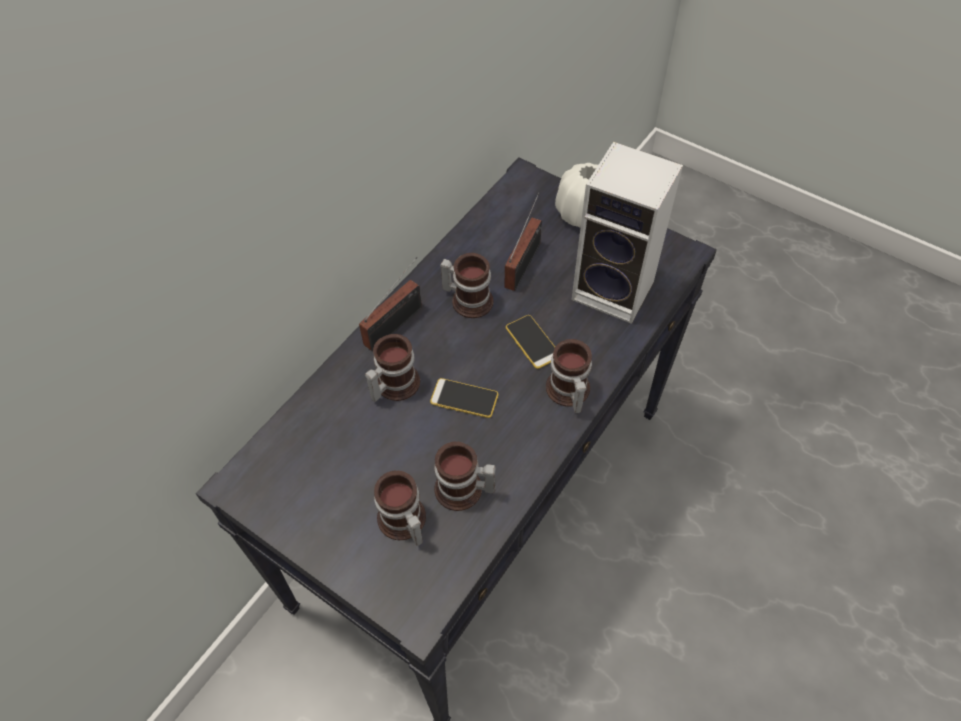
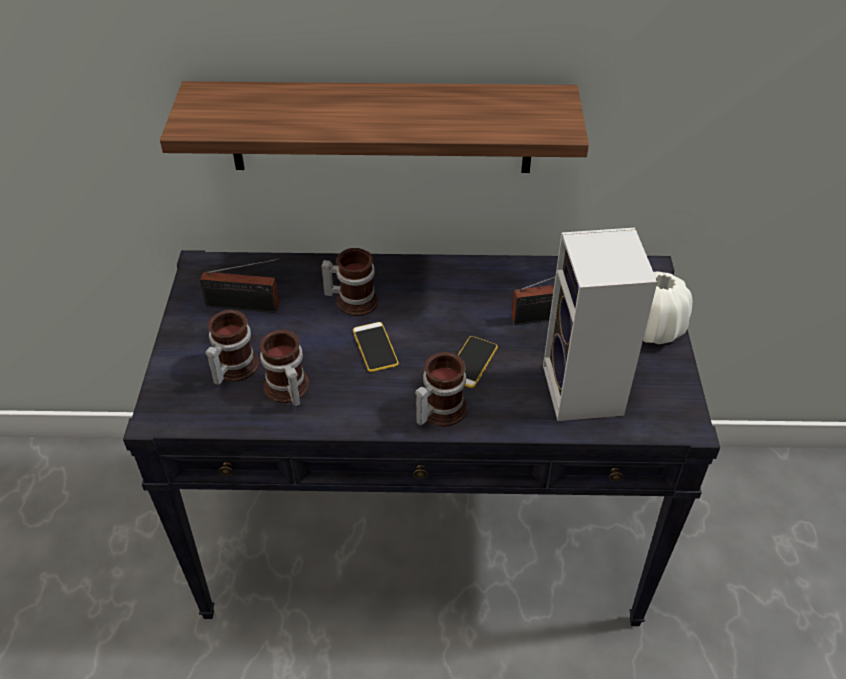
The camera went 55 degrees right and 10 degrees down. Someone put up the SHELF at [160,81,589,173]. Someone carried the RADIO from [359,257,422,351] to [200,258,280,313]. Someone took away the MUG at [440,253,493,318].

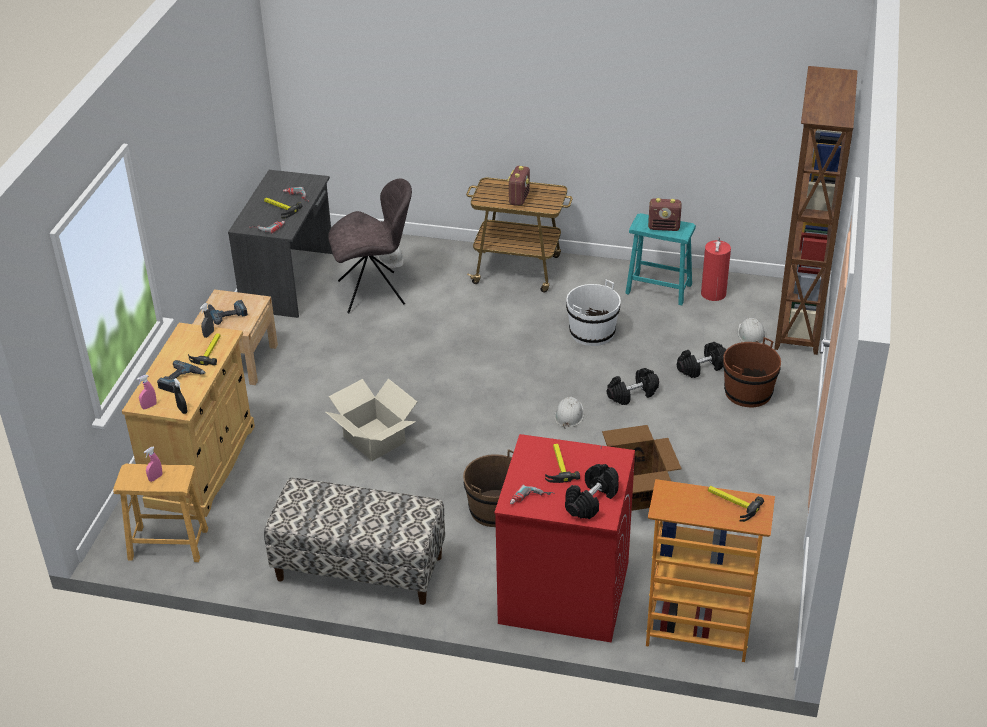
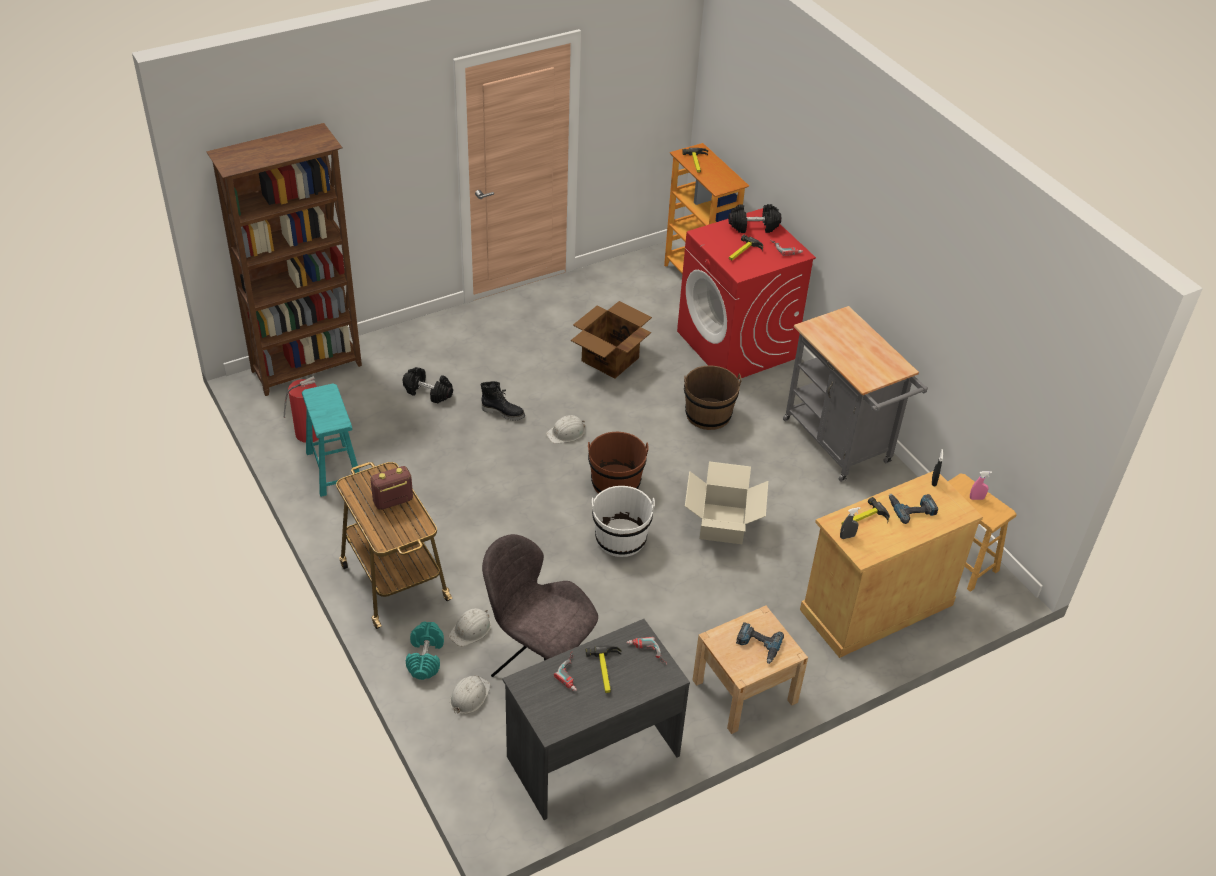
The camera went 135 degrees left and 5 degrees up. Someone put down the TURQUOISE DUMBBELL at [406,621,444,680]. Someone carried the WHITE HARD HAT from [738,317,766,343] to [449,608,491,647]. Someone swapped the BLACK DUMBBELL at [607,368,659,405] for the BLACK BOOT at [481,381,525,421]. Someone carried the BROWN BUCKET from [723,337,781,407] to [588,432,649,494]. Someone carried the WHITE BUCKET from [566,280,621,346] to [592,486,655,557]. Someone swapped the BENCH at [264,478,445,605] for the GREY CART at [783,306,928,482]. Someone took away the PINK SPRAY BOTTLE at [137,375,157,409]. Someone took away the RADIO at [648,198,682,231].

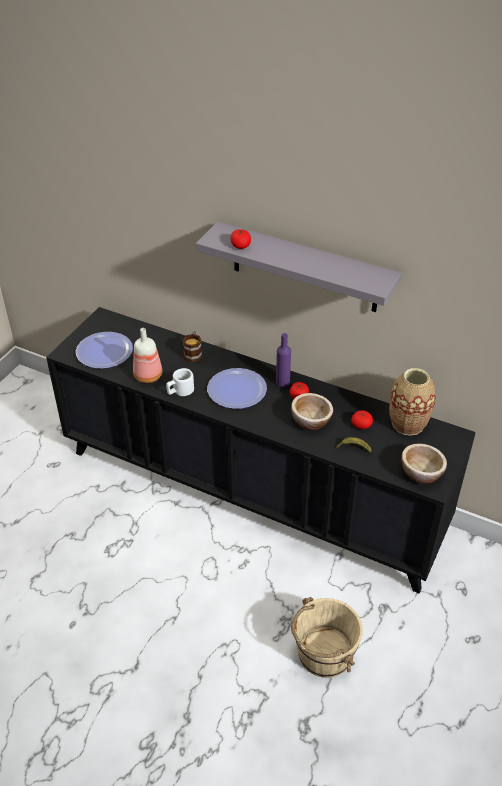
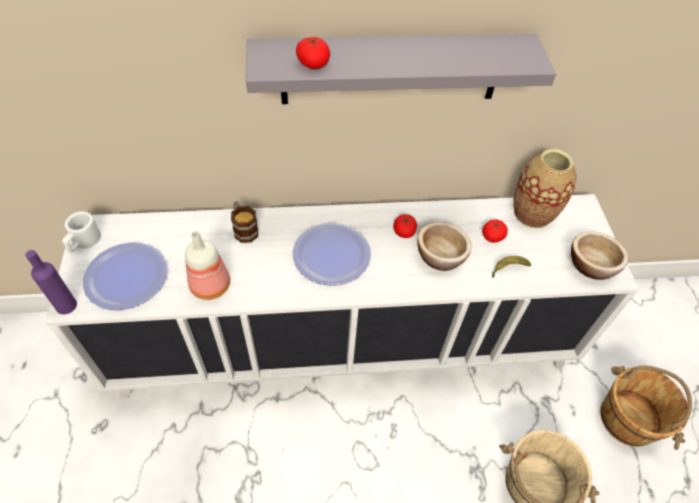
The camera went 35 degrees left and 10 degrees up. Someone carried the PURPLE BOTTLE from [276,333,291,387] to [25,250,77,314]. Someone repainted the BLACK CABINET at [46,307,476,593], which became the WHITE CABINET at [45,194,639,398]. Someone carried the WHITE MUG from [166,368,194,396] to [62,211,101,252]. Someone put down the BROWN BUCKET at [600,365,692,450].

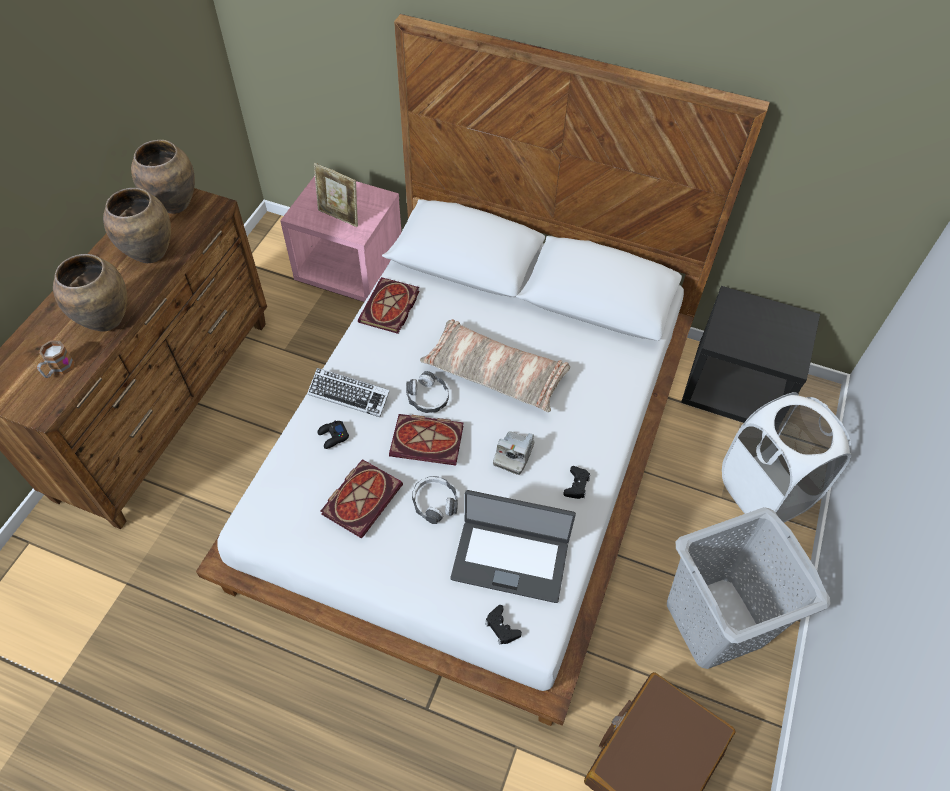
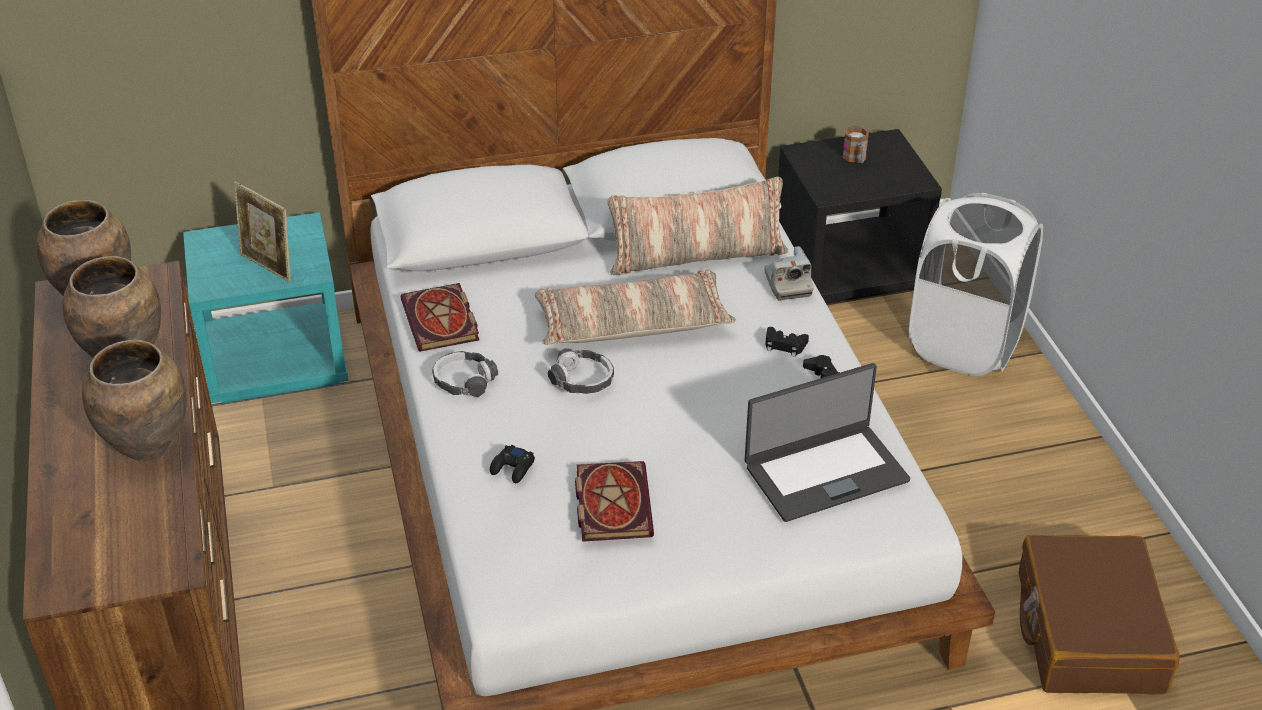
The camera went 35 degrees left and 15 degrees down. Someone repainted the PINK NIGHTSTAND at [280,176,402,302], which became the TURQUOISE NIGHTSTAND at [183,212,348,403]. Someone rotated the PICTURE FRAME at [314,163,358,227] by 45 degrees clockwise. Someone carried the HEADPHONES from [412,476,458,524] to [432,351,498,397]. Someone put down the PILLOW at [608,176,788,275]. Someone carried the PHOTO CAMERA from [493,431,535,475] to [764,246,814,301]. Someone carried the BLACK GAME CONTROLLER from [485,605,522,645] to [765,327,809,357]. Someone carried the MUG from [37,340,75,378] to [842,126,869,163]. Someone took away the KEYBOARD at [307,368,390,417]. Someone took away the BOOK at [389,414,463,466]. Someone took away the GREY LAUNDRY BASKET at [667,507,831,669].

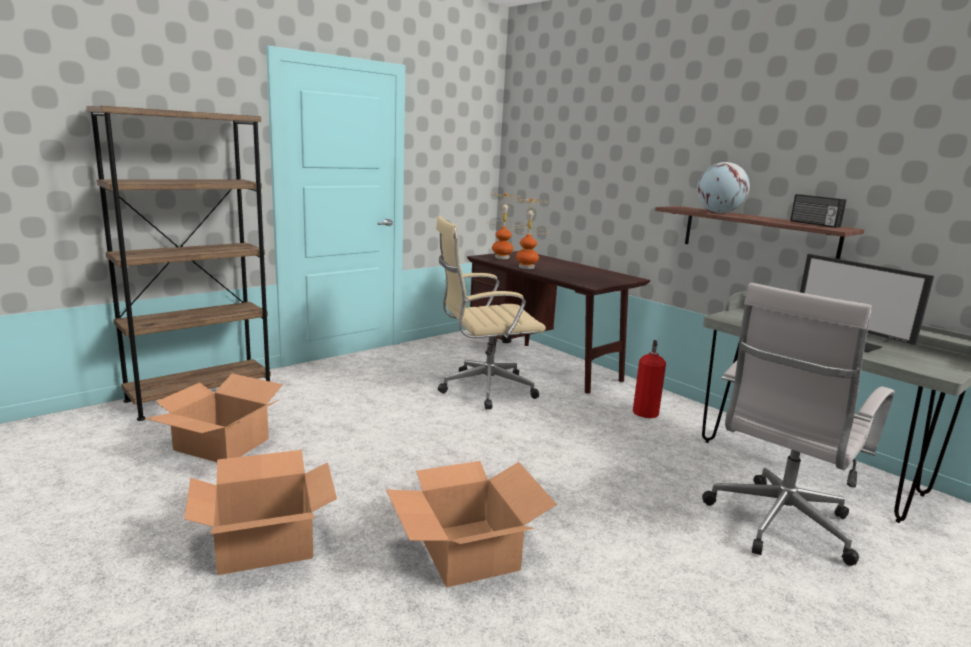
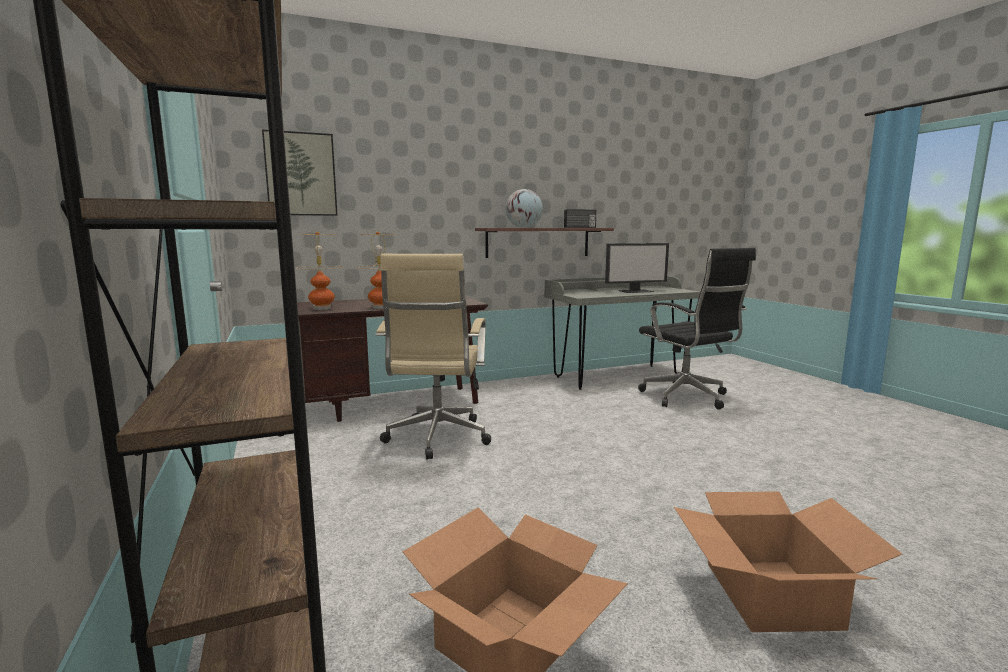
The camera went 70 degrees left and 5 degrees down. Someone put up the PICTURE at [262,129,338,216]. Someone repainted the WHITE OFFICE CHAIR at [702,283,895,566], which became the BLACK OFFICE CHAIR at [638,248,756,410]. Someone took away the CARDBOARD BOX at [386,461,557,588]. Someone took away the FIRE EXTINGUISHER at [633,340,666,418].

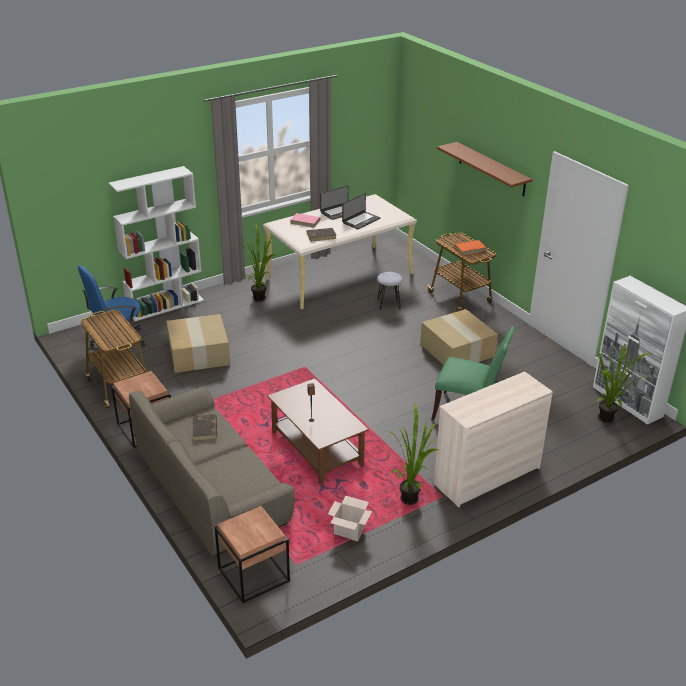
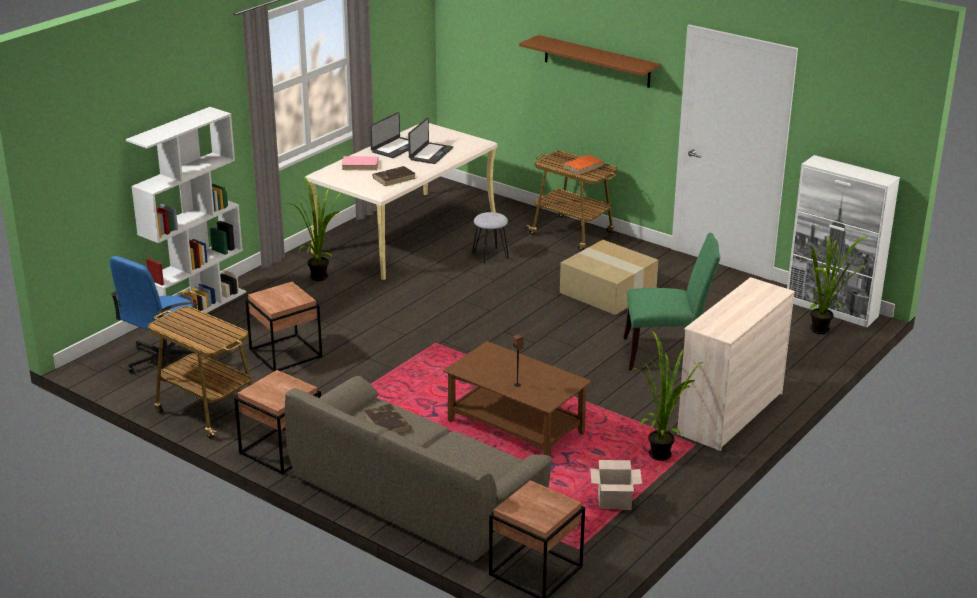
The camera went 20 degrees left and 5 degrees down. Someone swapped the CARDBOARD BOX at [166,314,230,373] for the BROWN SIDE TABLE at [245,282,322,372].

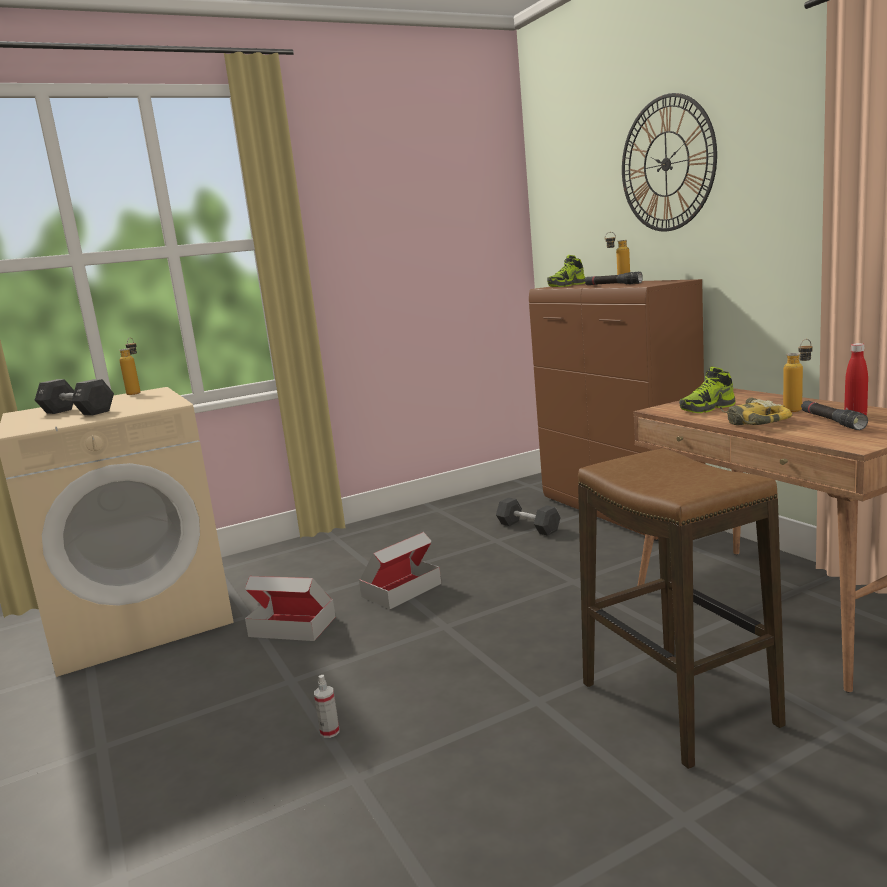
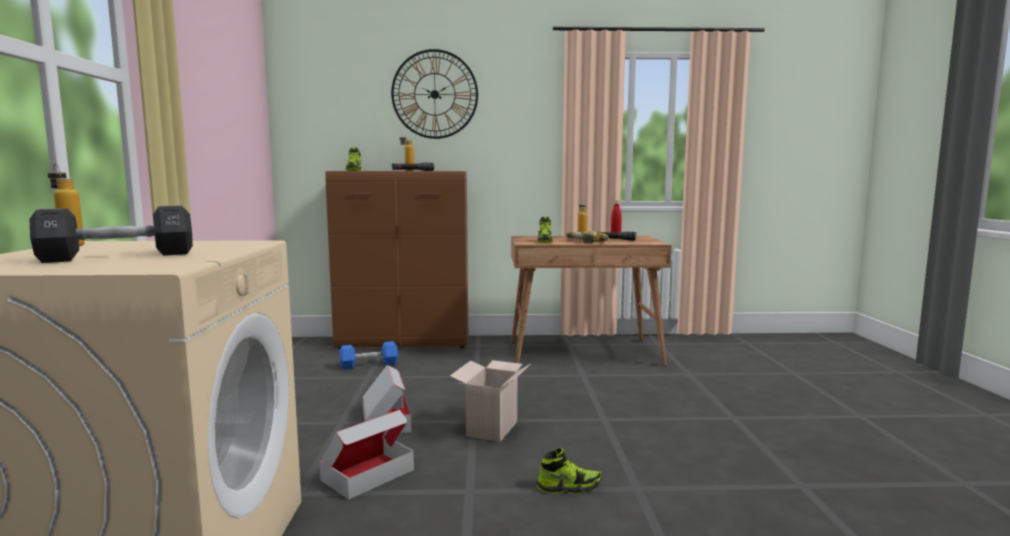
The camera went 65 degrees left and 5 degrees down. Someone repainted the BLACK DUMBBELL at [496,497,561,536], which became the BLUE DUMBBELL at [340,341,398,370]. Someone put down the CARDBOARD BOX at [450,360,530,442]. Someone swapped the SPRAY BOTTLE at [314,675,339,738] for the SHOE at [537,447,602,494]. Someone took away the STOOL at [578,448,786,769].

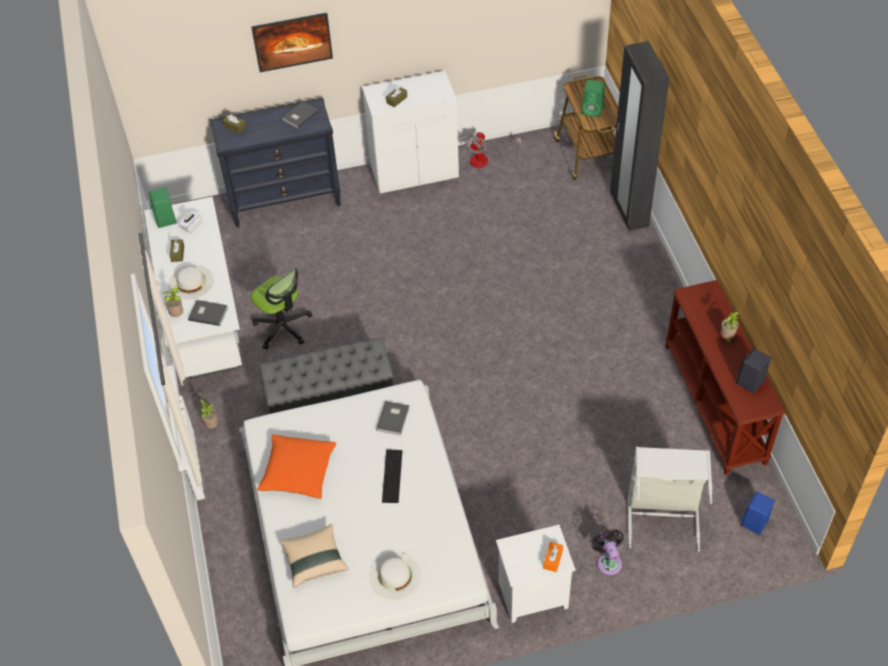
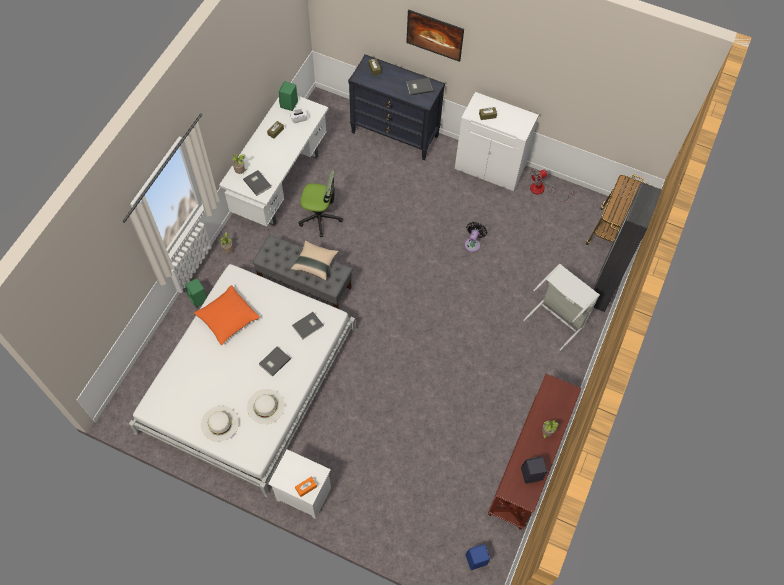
The camera went 35 degrees right and 10 degrees up. Someone carried the GREEN SPEAKER from [581,80,605,117] to [185,278,207,308]. Someone carried the WHITE HAT from [168,265,214,300] to [247,389,285,424]. Someone swapped the KEYBOARD at [382,449,402,503] for the GREY BOOK at [259,346,291,377]. Someone carried the BEIGE PILLOW from [280,524,348,588] to [291,240,339,281]. Someone rotated the OFFICE CHAIR at [251,268,312,350] by 75 degrees counterclockwise. Someone carried the BLACK FAN from [592,529,624,575] to [465,222,487,252]. Someone carried the GREY LAUNDRY BASKET from [628,447,712,551] to [523,264,600,351].

